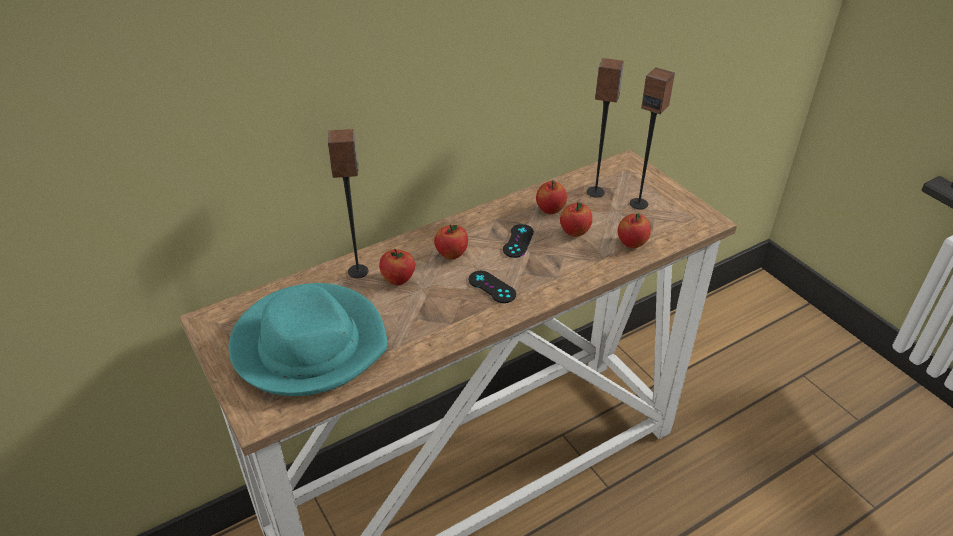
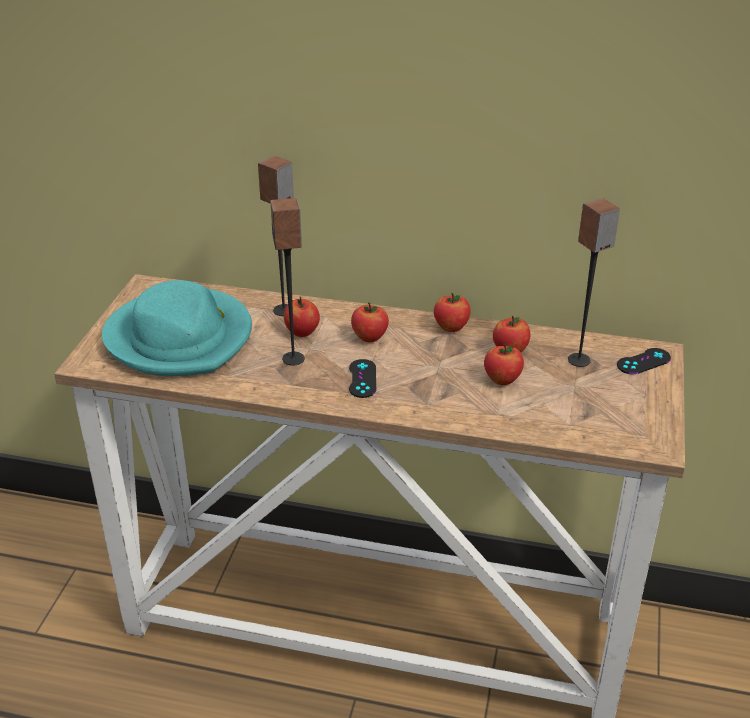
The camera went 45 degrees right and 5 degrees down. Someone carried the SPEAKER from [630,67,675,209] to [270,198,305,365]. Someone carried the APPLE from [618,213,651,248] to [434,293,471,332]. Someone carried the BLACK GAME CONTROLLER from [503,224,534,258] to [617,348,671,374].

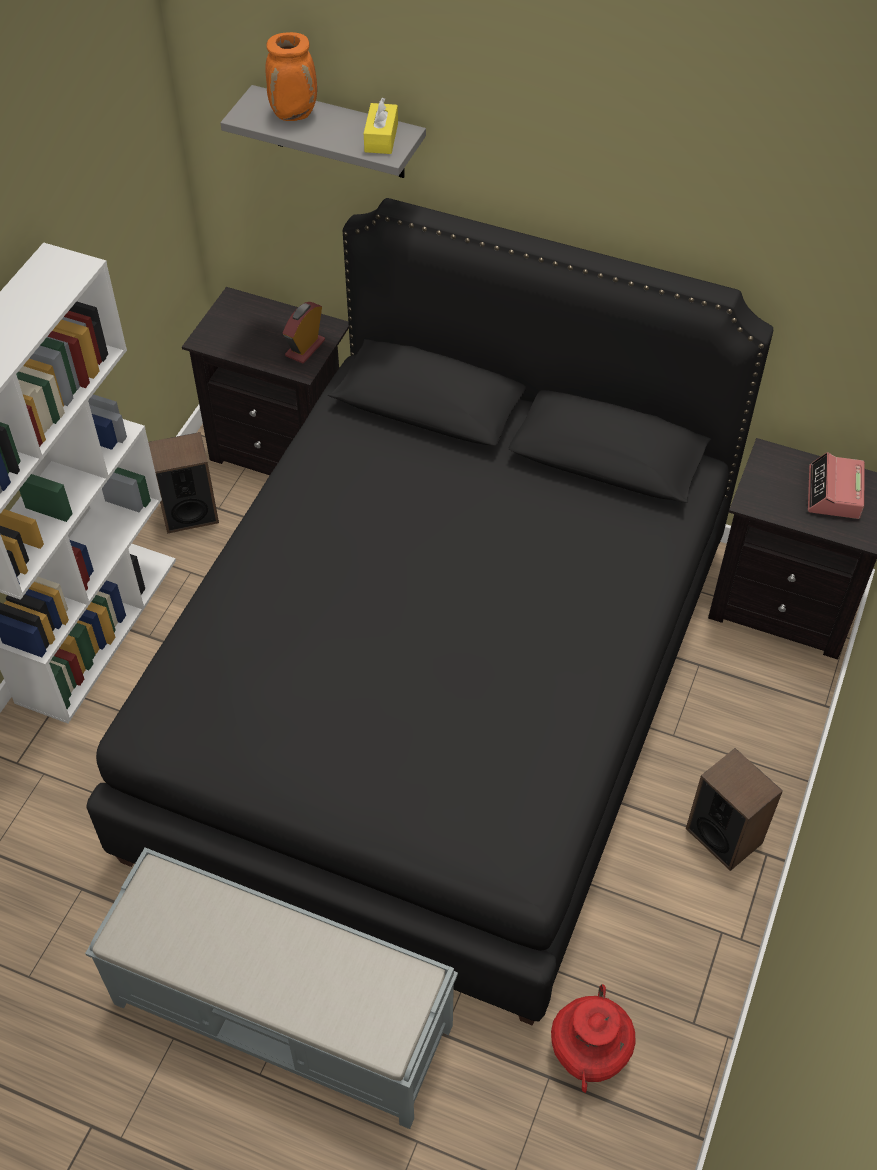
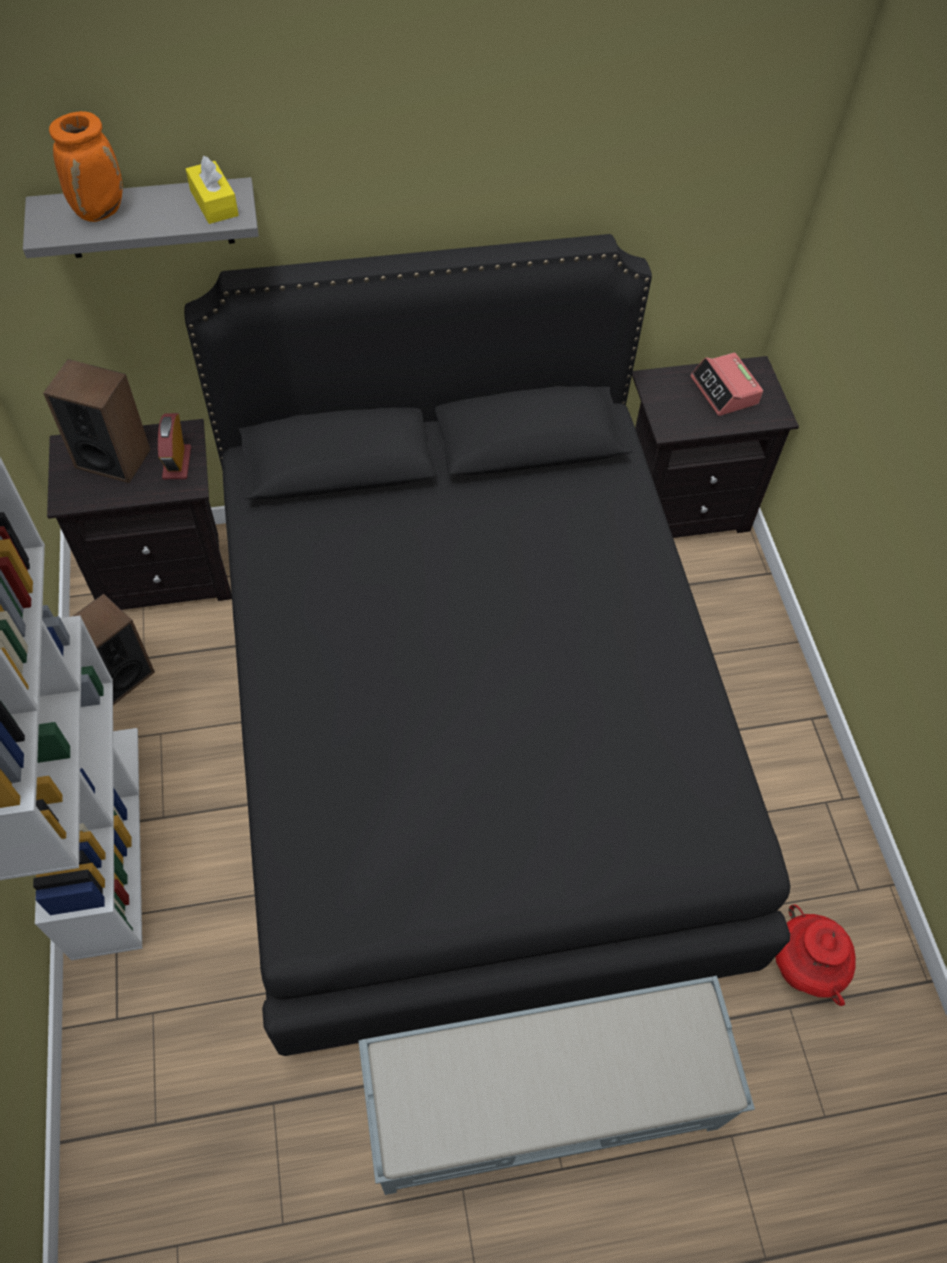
The camera went 35 degrees left and 5 degrees up. Someone carried the SPEAKER from [686,748,783,871] to [43,359,151,483].

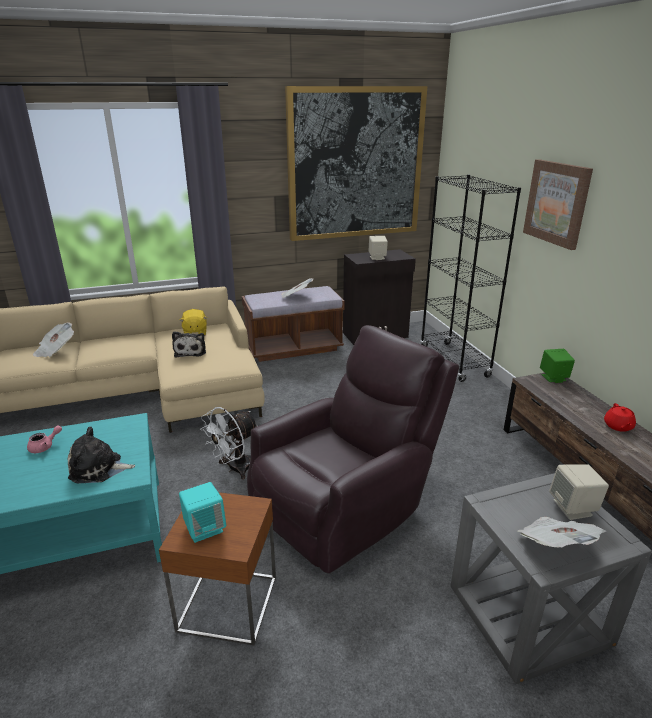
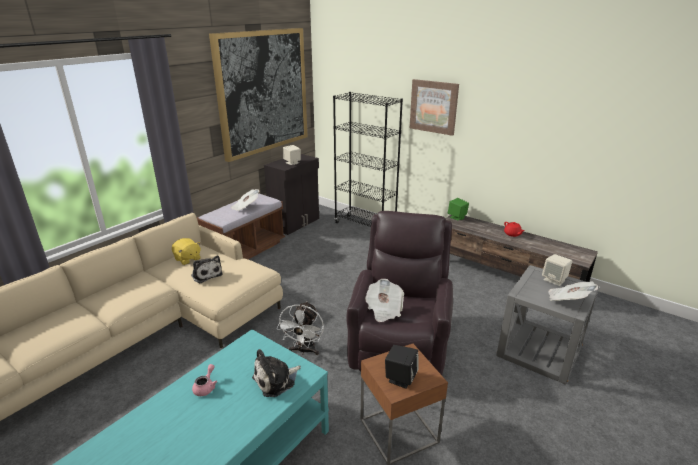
The camera went 35 degrees left and 0 degrees up. Someone carried the NEWSPAPER from [33,323,74,357] to [365,279,404,322]. Someone repainted the TURQUOISE SPEAKER at [179,482,226,543], which became the BLACK SPEAKER at [385,345,419,389].

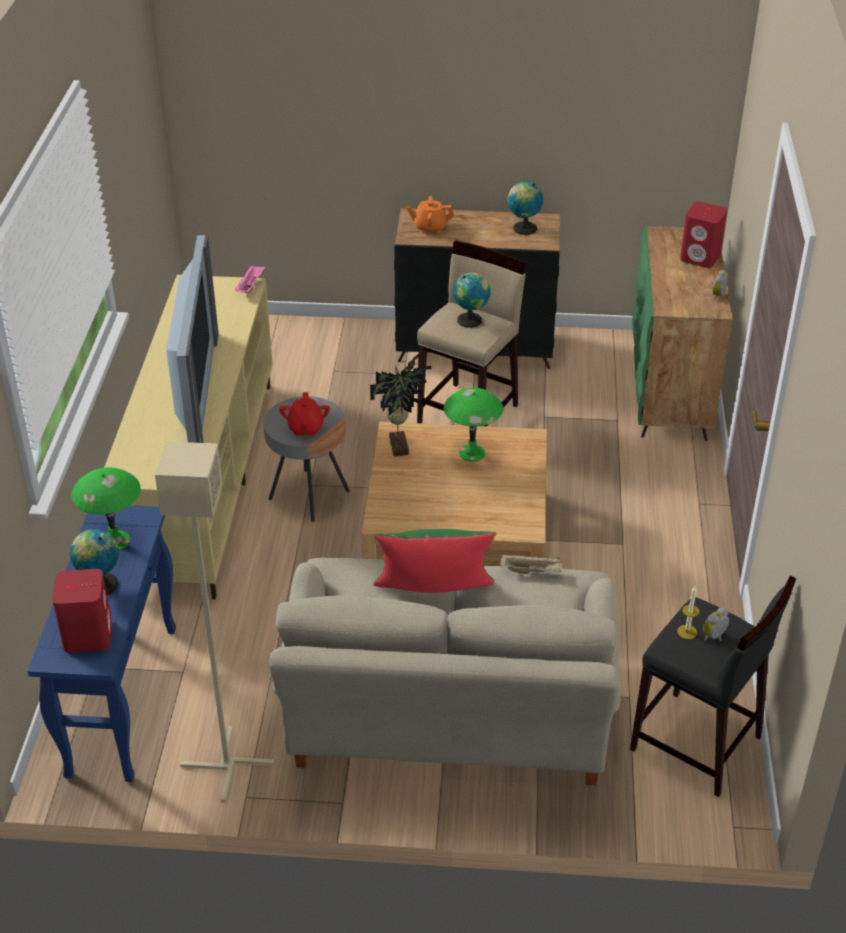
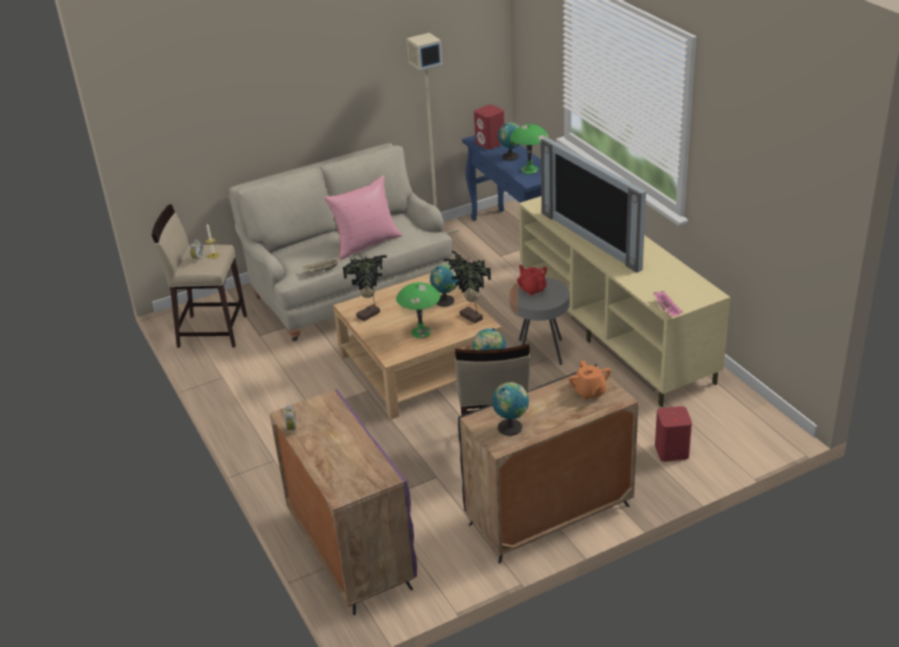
The camera went 150 degrees right and 5 degrees down. Someone repainted the BLACK STOOL at [630,575,796,797], which became the BEIGE STOOL at [152,204,247,348]. Someone repainted the GREEN CABINET at [632,226,732,441], which became the PURPLE CABINET at [270,389,417,615]. Someone repainted the GREEN PILLOW at [373,529,496,593], which became the PINK PILLOW at [324,175,402,260]. Someone put down the POTTED PLANT at [343,255,387,321]. Someone put down the GLOBE at [430,264,459,307]. Someone rotated the ORANGE TEAPOT at [406,196,454,233] by 105 degrees clockwise. Someone carried the RED SPEAKER from [680,201,727,268] to [655,406,692,462].

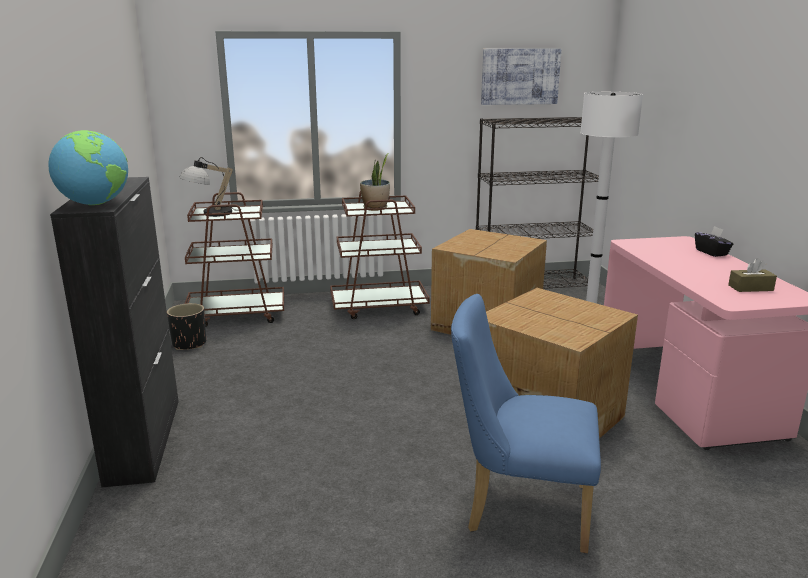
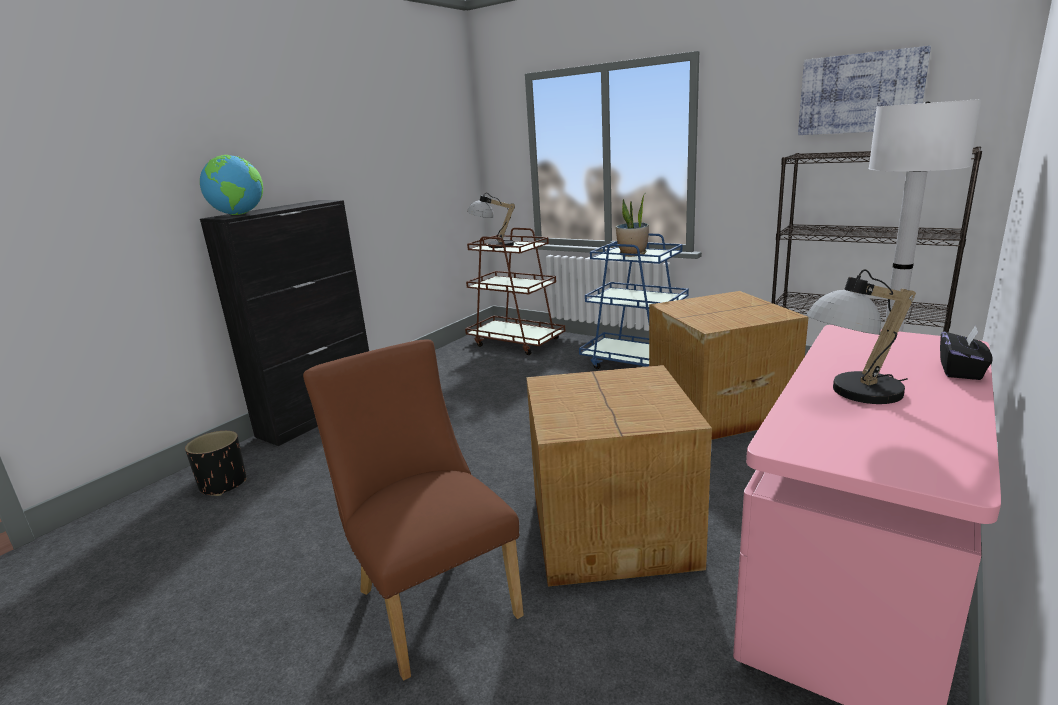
The camera went 45 degrees right and 0 degrees up. Someone carried the BLACK PLANTER from [167,303,206,350] to [185,431,246,496]. Someone repainted the BLUE CHAIR at [451,294,601,553], which became the BROWN CHAIR at [303,340,524,681]. Someone repainted the BROWN CART at [330,191,430,319], which became the BLUE CART at [579,233,689,369]. Someone put down the TABLE LAMP at [806,269,916,404]. Someone took away the BROWN TISSUE BOX at [728,258,777,292].

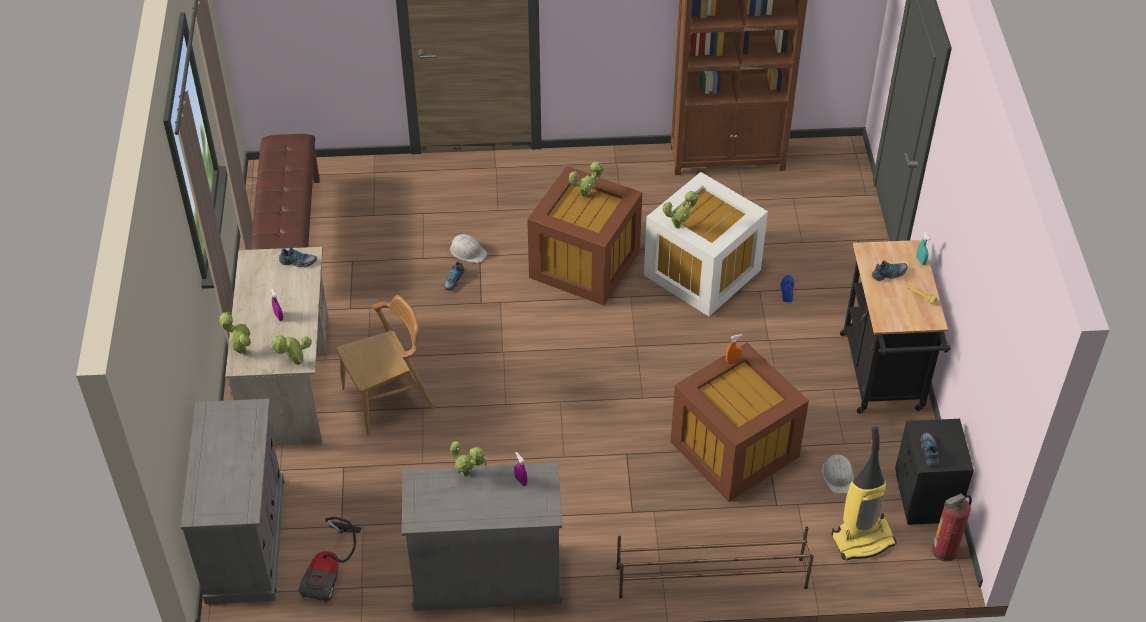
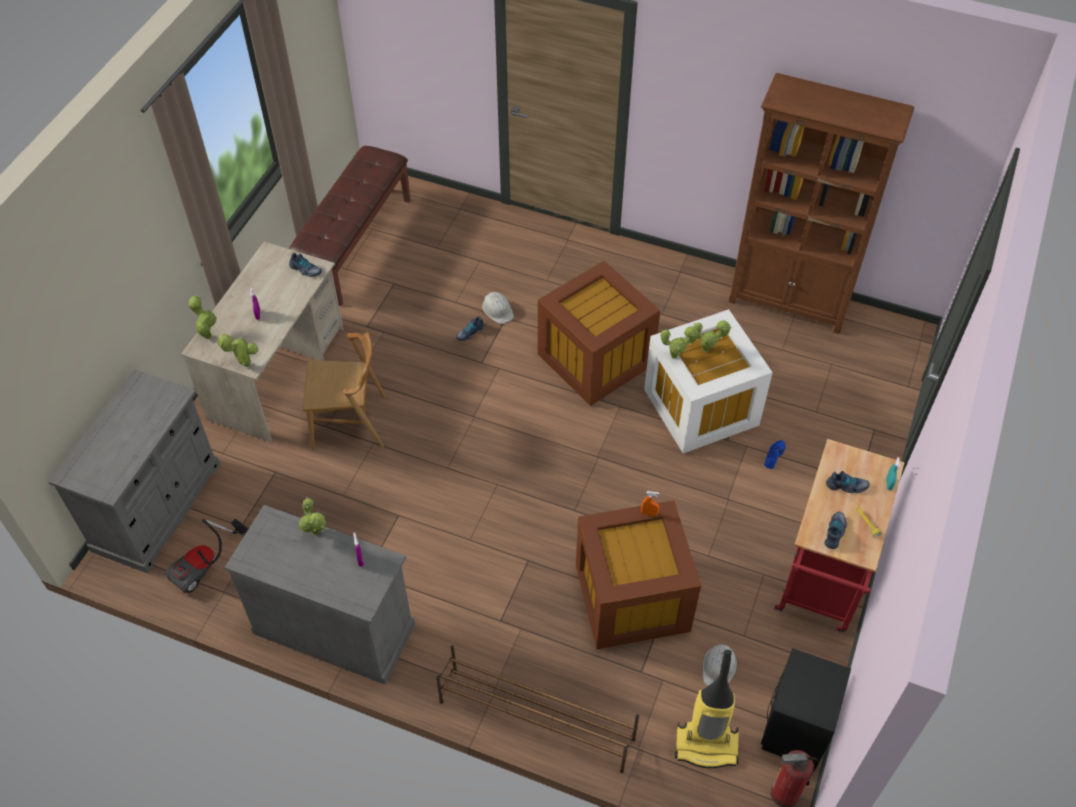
The camera went 25 degrees right and 5 degrees up. Someone carried the POTTED PLANT from [569,161,604,198] to [693,320,732,353]. Someone repainted the BLACK CART at [840,240,950,414], which became the RED CART at [774,439,905,634]. Someone carried the SHOE from [921,433,939,467] to [825,512,847,549].

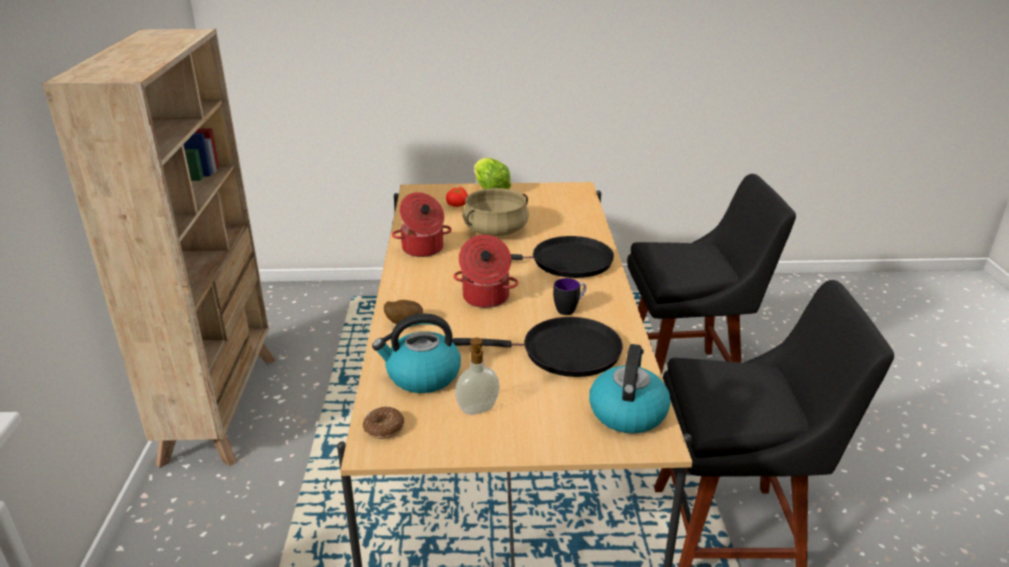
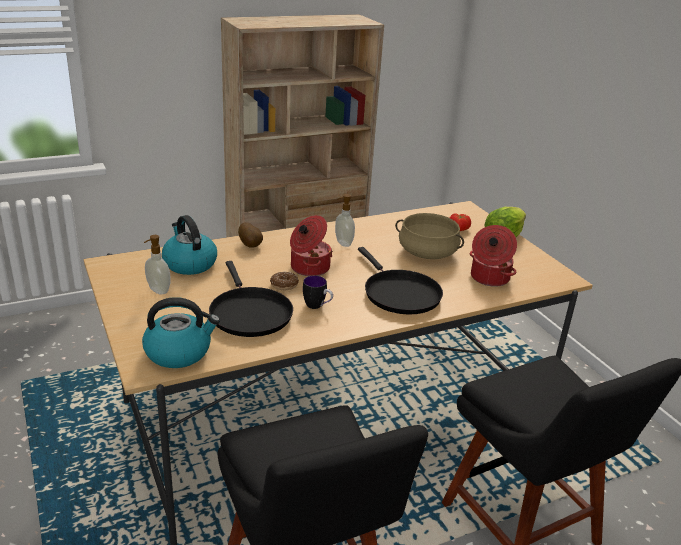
The camera went 65 degrees right and 0 degrees up. Someone carried the DONUT from [362,407,404,439] to [270,272,299,290]. Someone put down the SOAP DISPENSER at [335,194,355,247]. Someone carried the COOKING POT from [392,192,452,257] to [469,225,517,287].

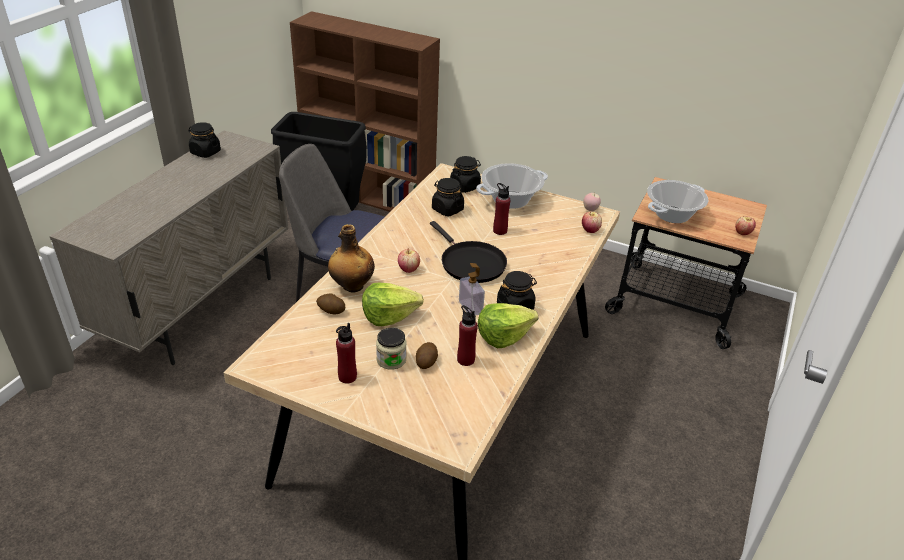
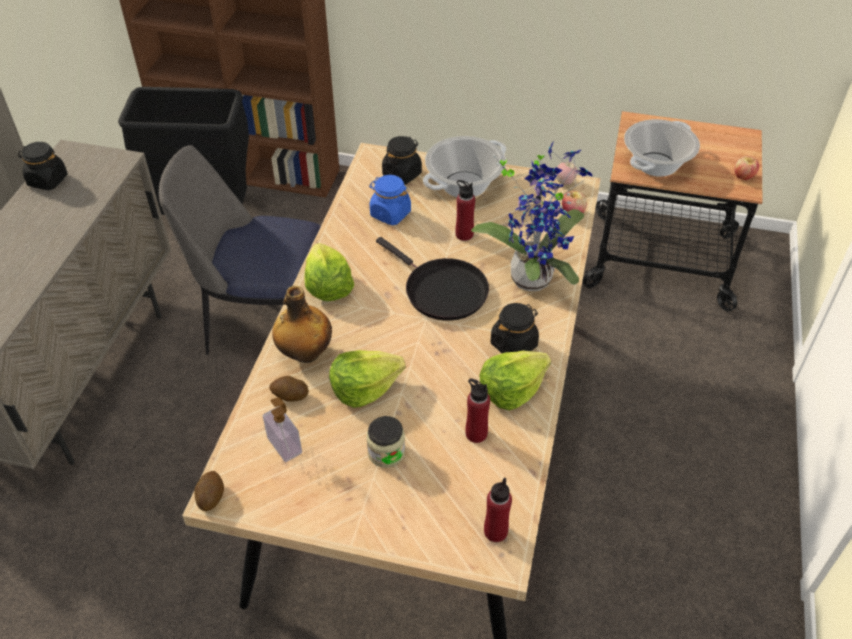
The camera went 10 degrees left and 10 degrees up. Someone carried the POTATO from [416,342,438,369] to [194,471,224,511]. Someone carried the SOAP DISPENSER from [459,263,485,316] to [263,397,302,462]. Someone put down the LETTUCE at [304,243,354,301]. Someone repainted the BLACK JAR at [432,178,464,216], which became the BLUE JAR at [369,175,411,225]. Someone put down the POTTED PLANT at [471,142,592,291]. Someone carried the RED BOTTLE from [336,323,357,384] to [484,477,512,542]. Someone took away the APPLE at [398,248,420,273].

